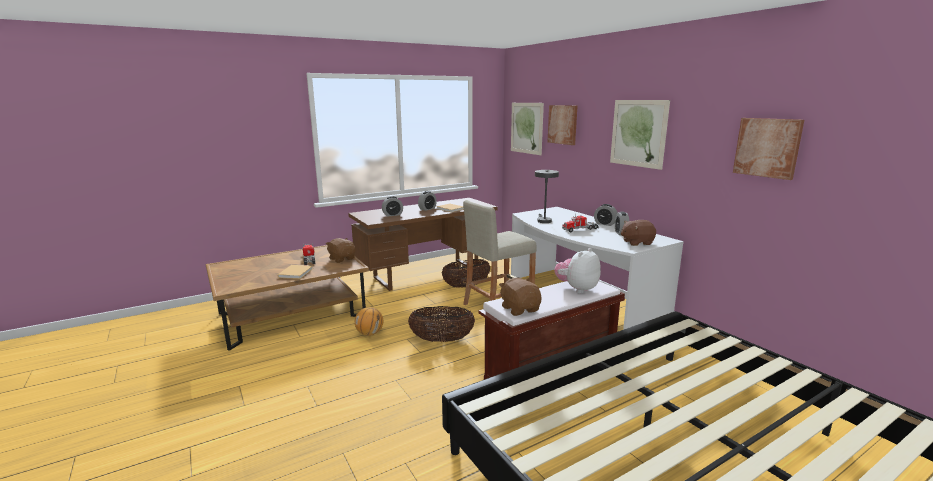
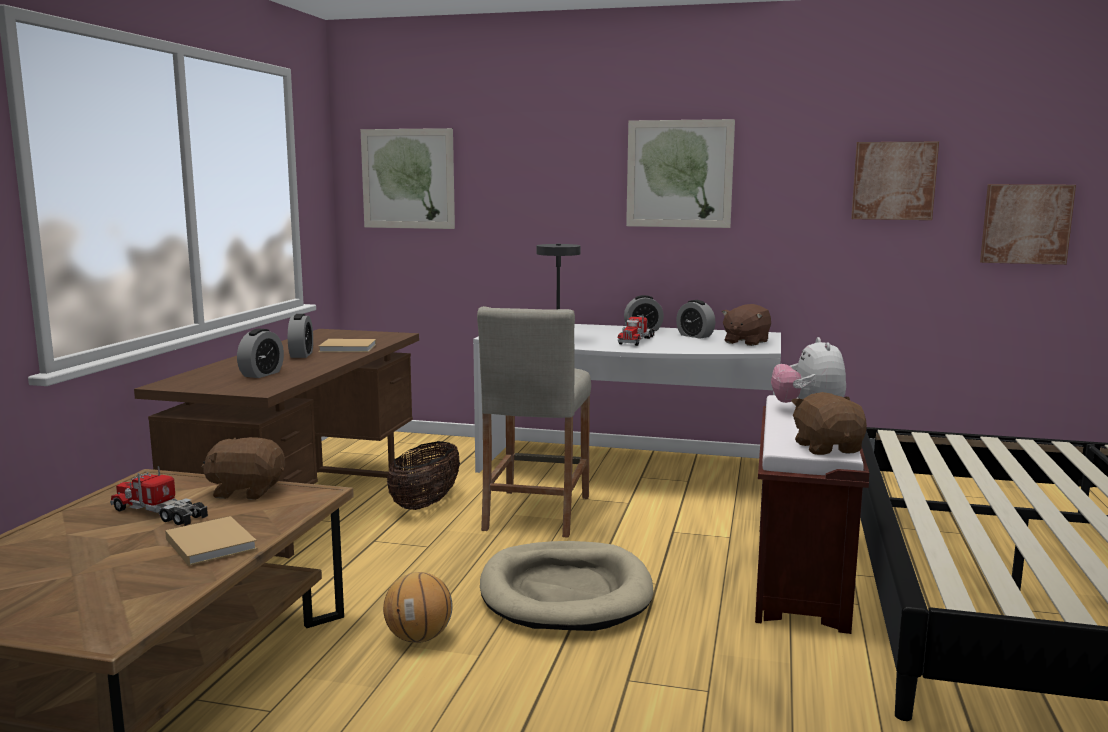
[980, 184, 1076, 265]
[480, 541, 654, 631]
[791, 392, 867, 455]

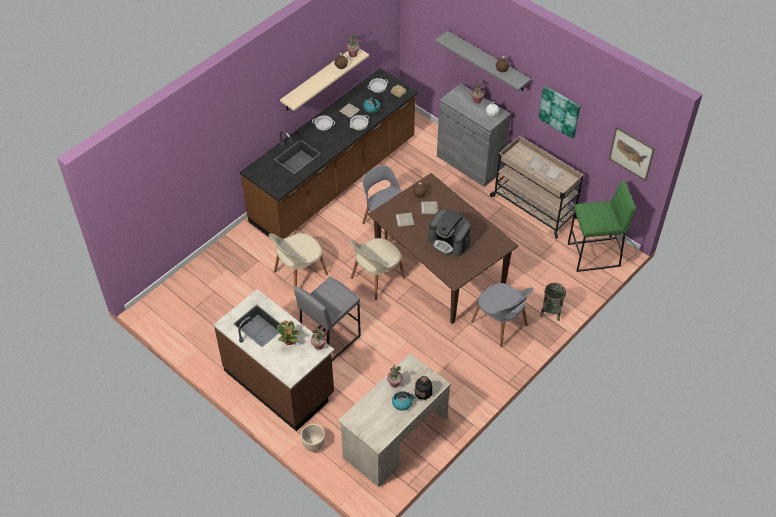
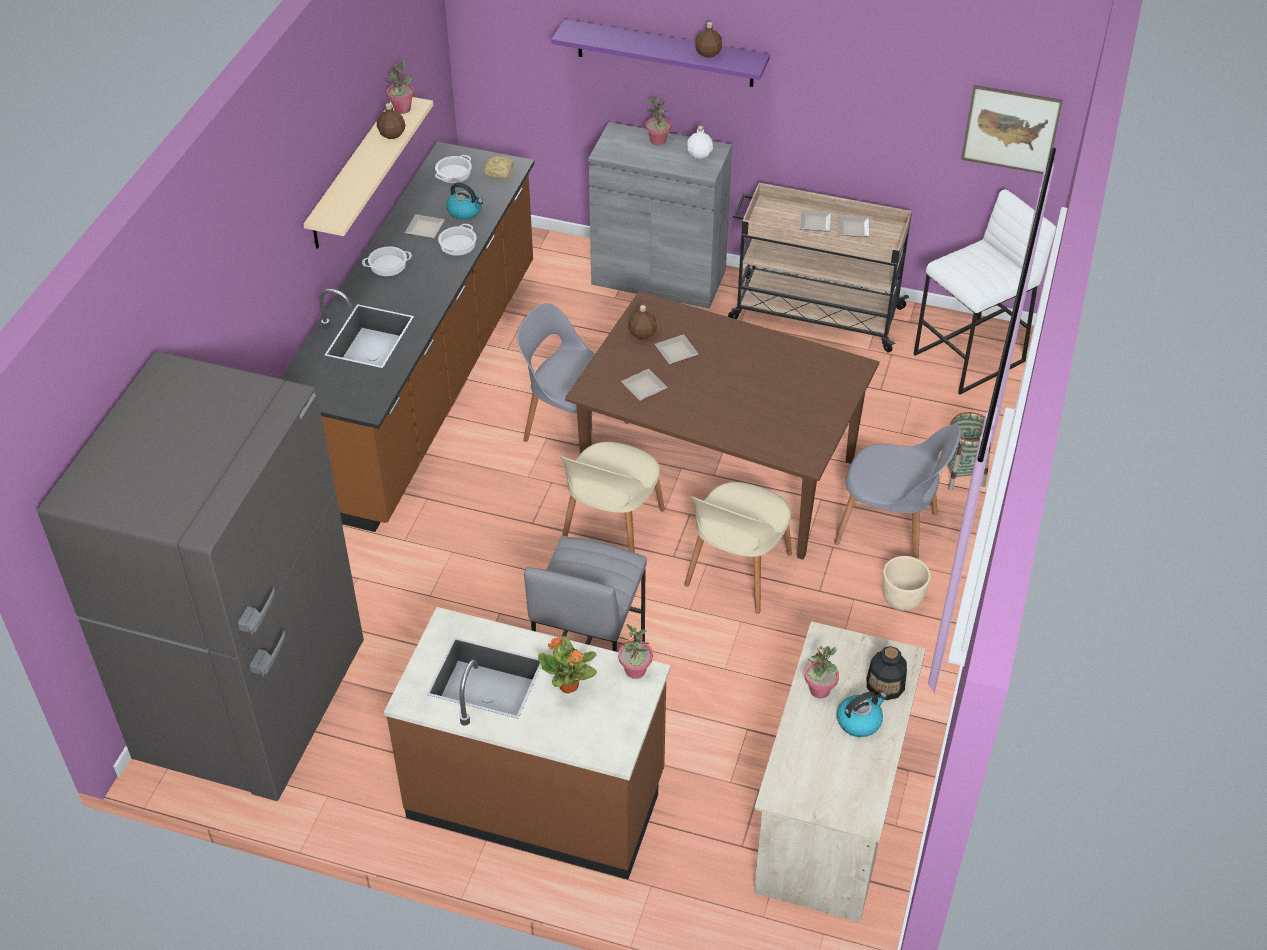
[428, 209, 471, 257] (first image)
[539, 86, 580, 139] (first image)
[38, 351, 364, 801]
[684, 482, 792, 614]
[883, 556, 930, 611]
[551, 19, 770, 87]
[914, 189, 1056, 394]

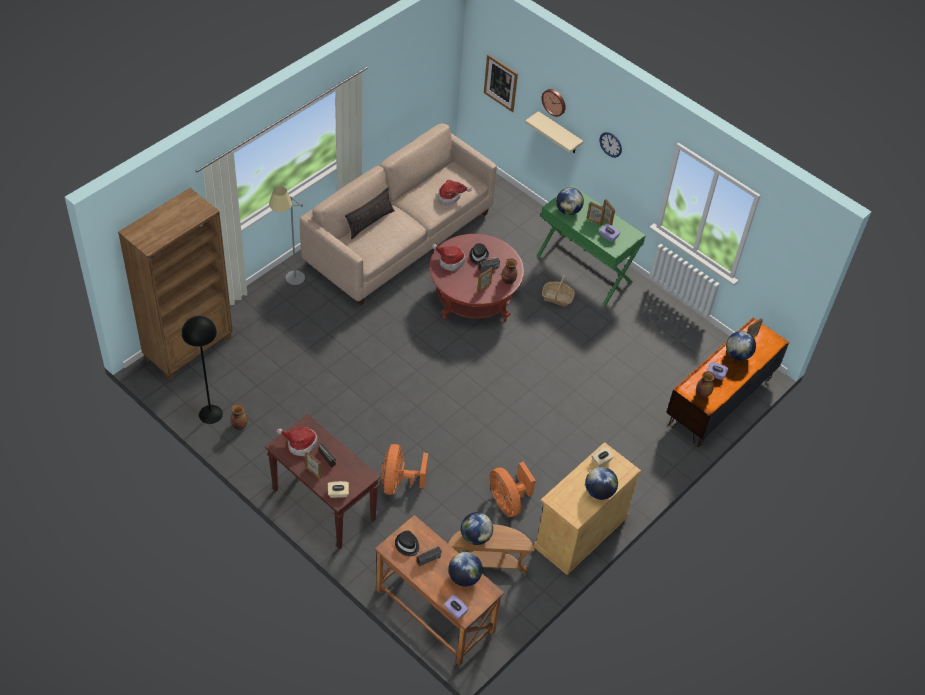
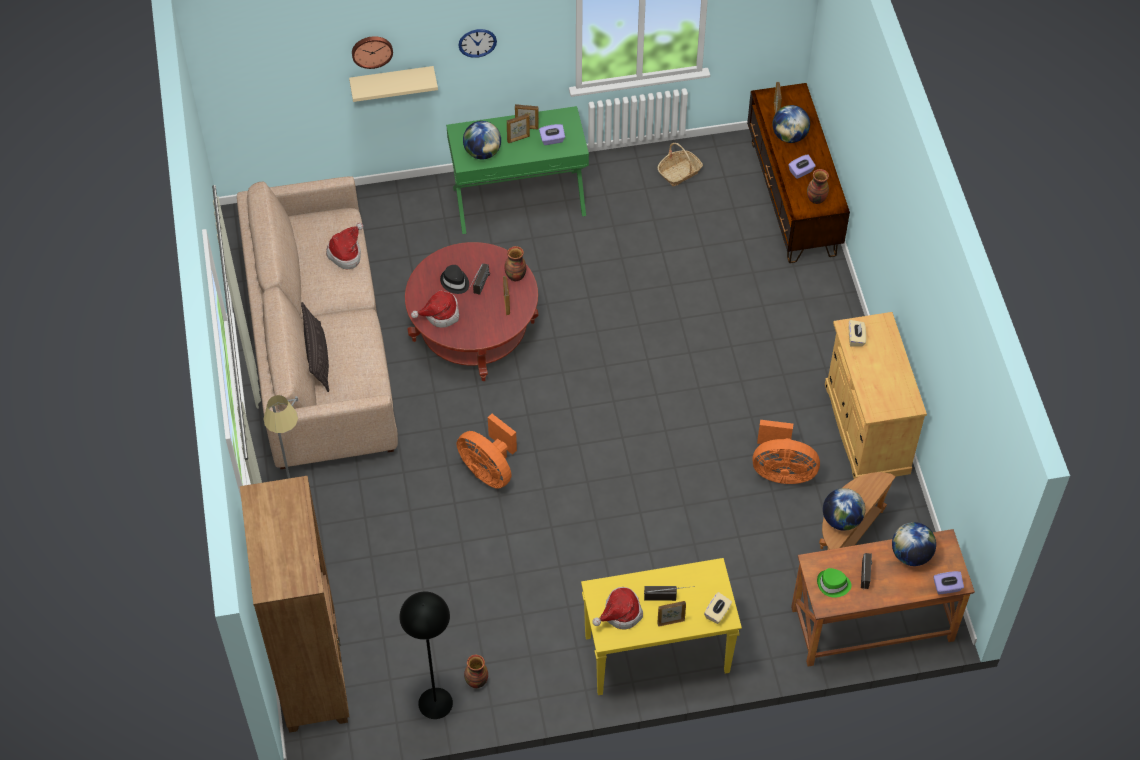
[484, 54, 518, 112] (first image)
[585, 467, 618, 500] (first image)
[457, 414, 517, 489]
[657, 143, 703, 186]
[581, 558, 742, 695]
[817, 568, 852, 598]

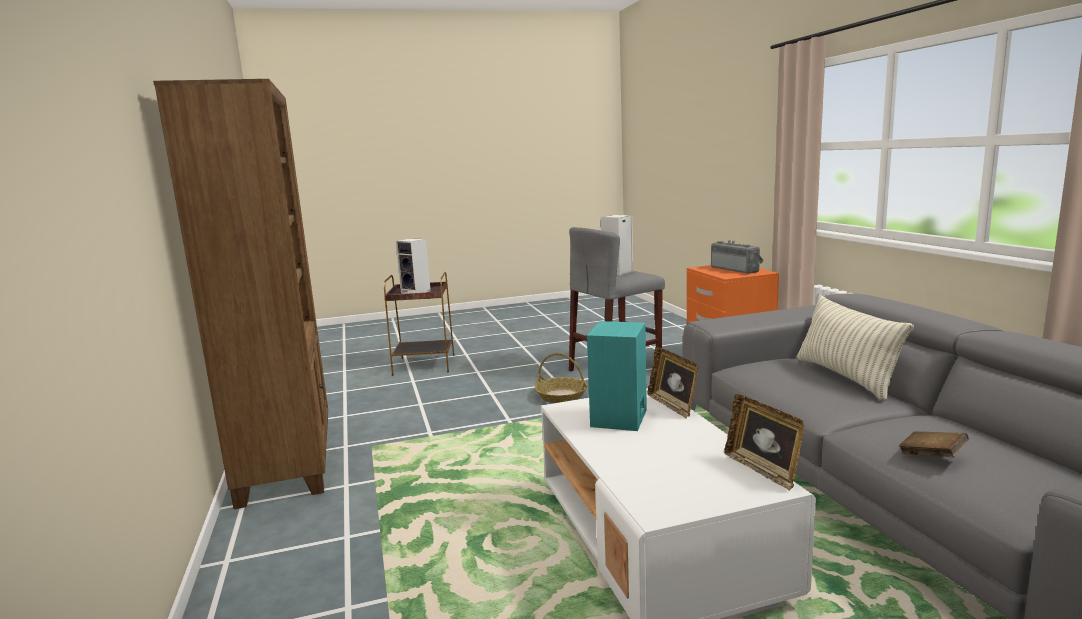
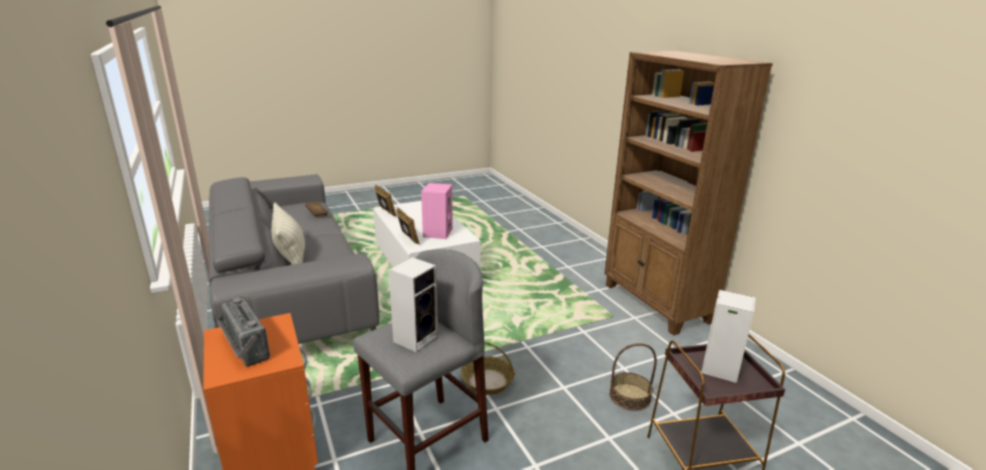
[609, 343, 657, 411]
[421, 183, 453, 239]

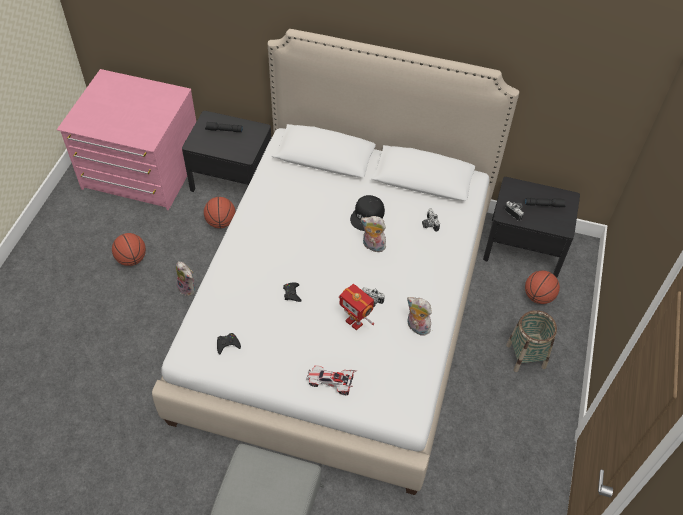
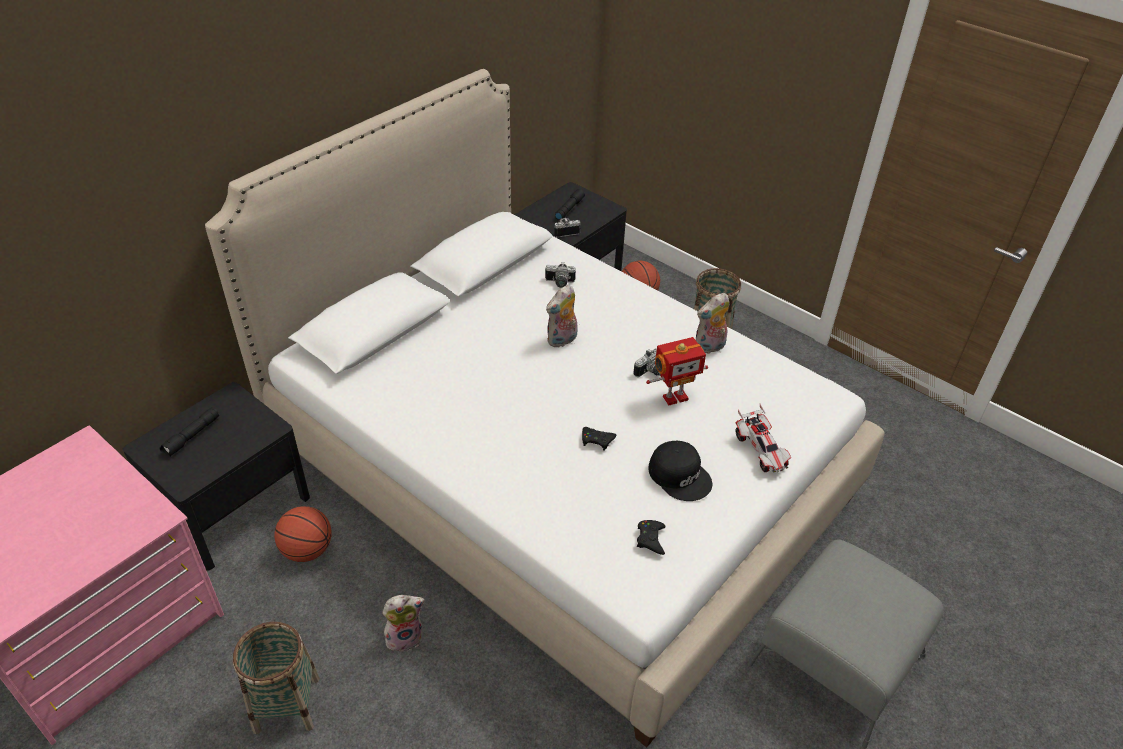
[649, 441, 712, 501]
[233, 622, 320, 734]
[735, 404, 791, 472]

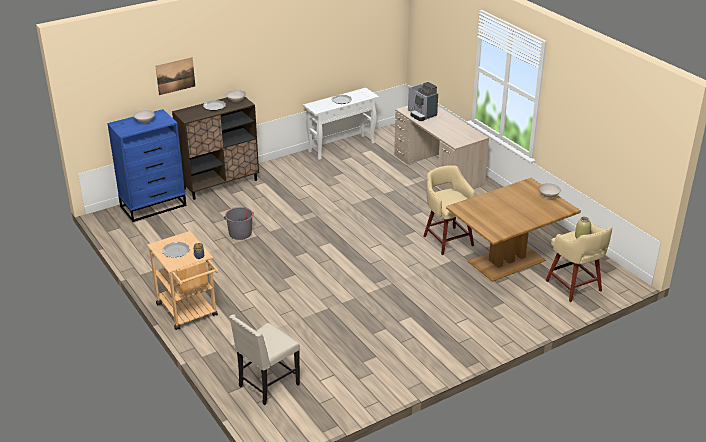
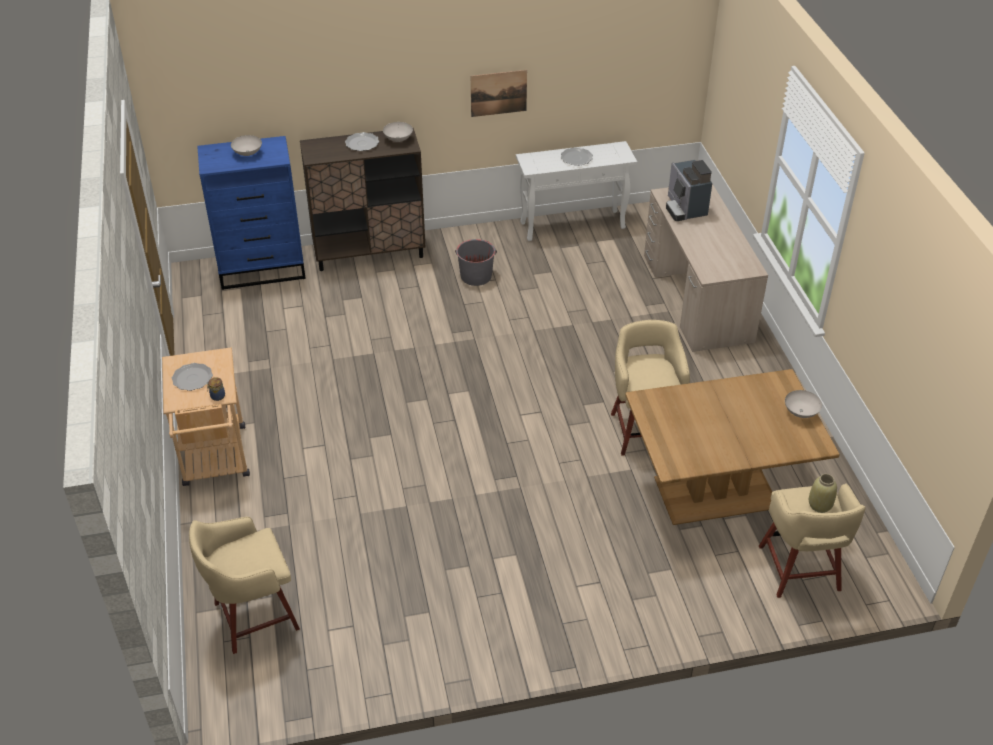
[471, 70, 527, 117]
[455, 239, 497, 286]
[189, 517, 300, 654]

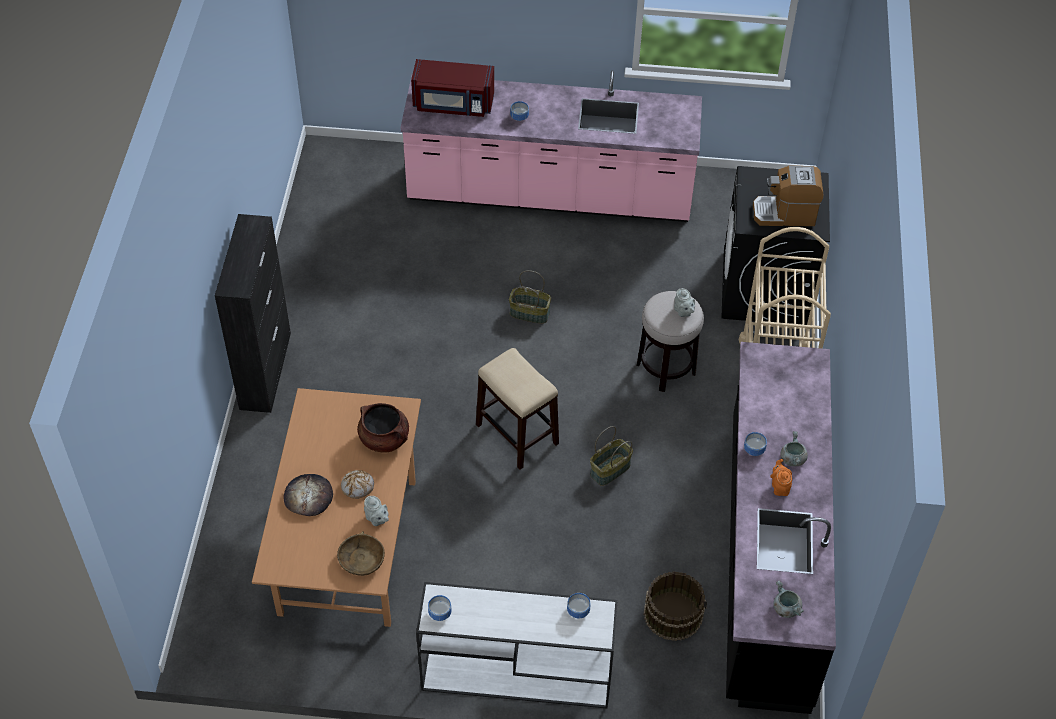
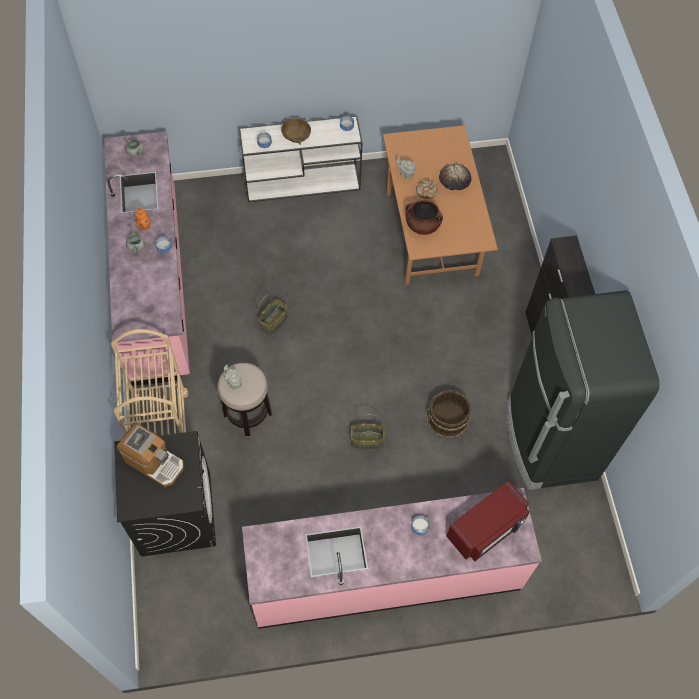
[476, 348, 559, 470] (first image)
[506, 290, 659, 490]
[281, 118, 311, 145]
[427, 390, 471, 438]
[104, 131, 190, 386]
[446, 480, 530, 561]
[117, 422, 184, 487]

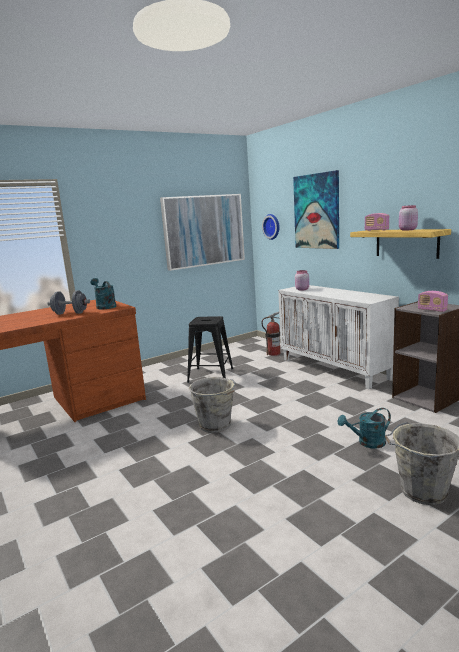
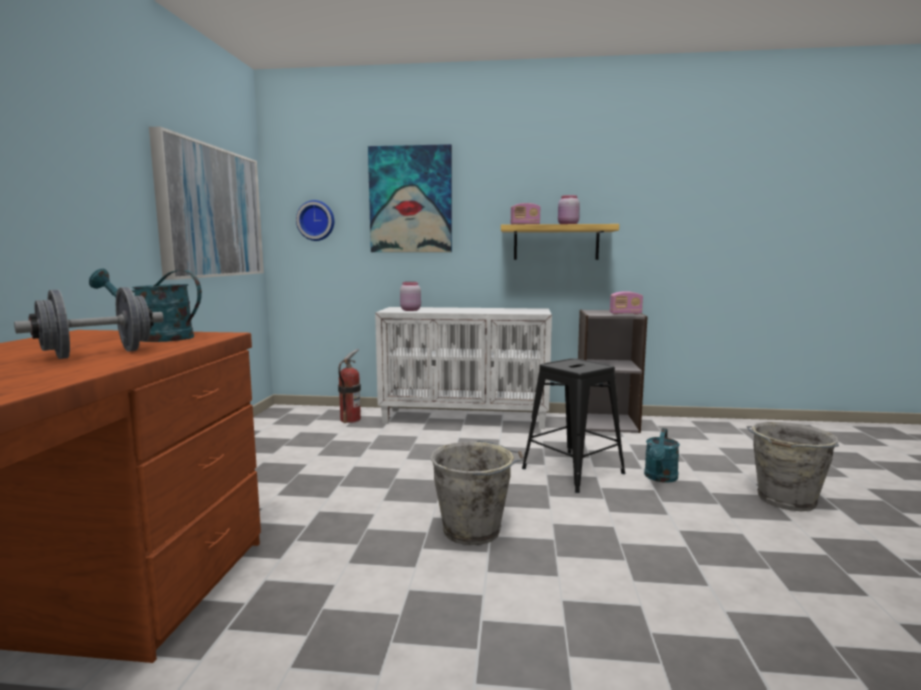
[522, 358, 625, 493]

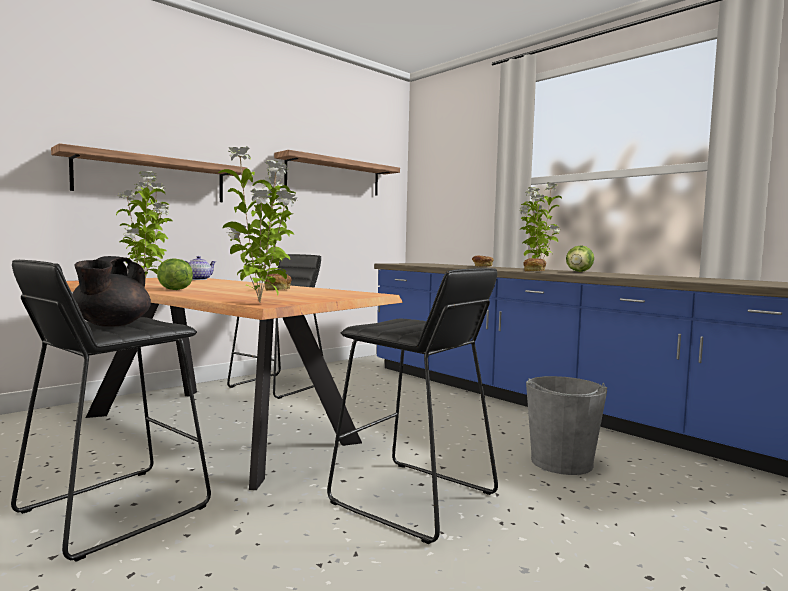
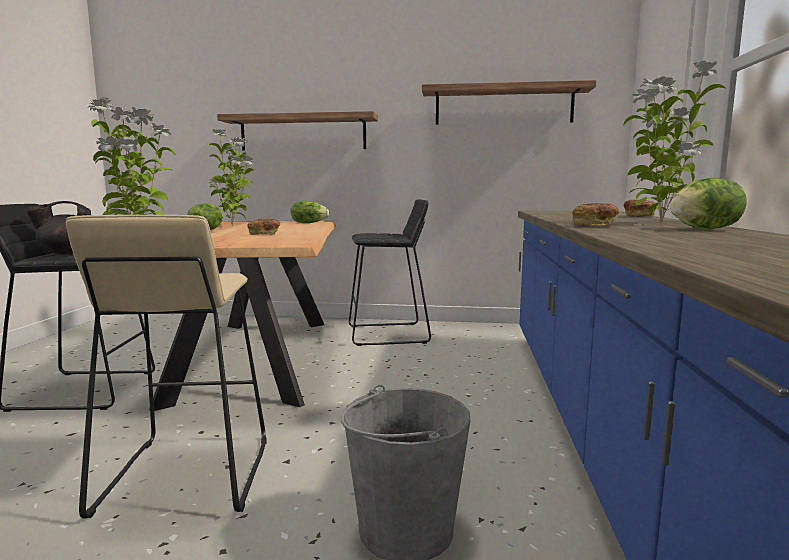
[291, 201, 329, 223]
[66, 215, 267, 519]

